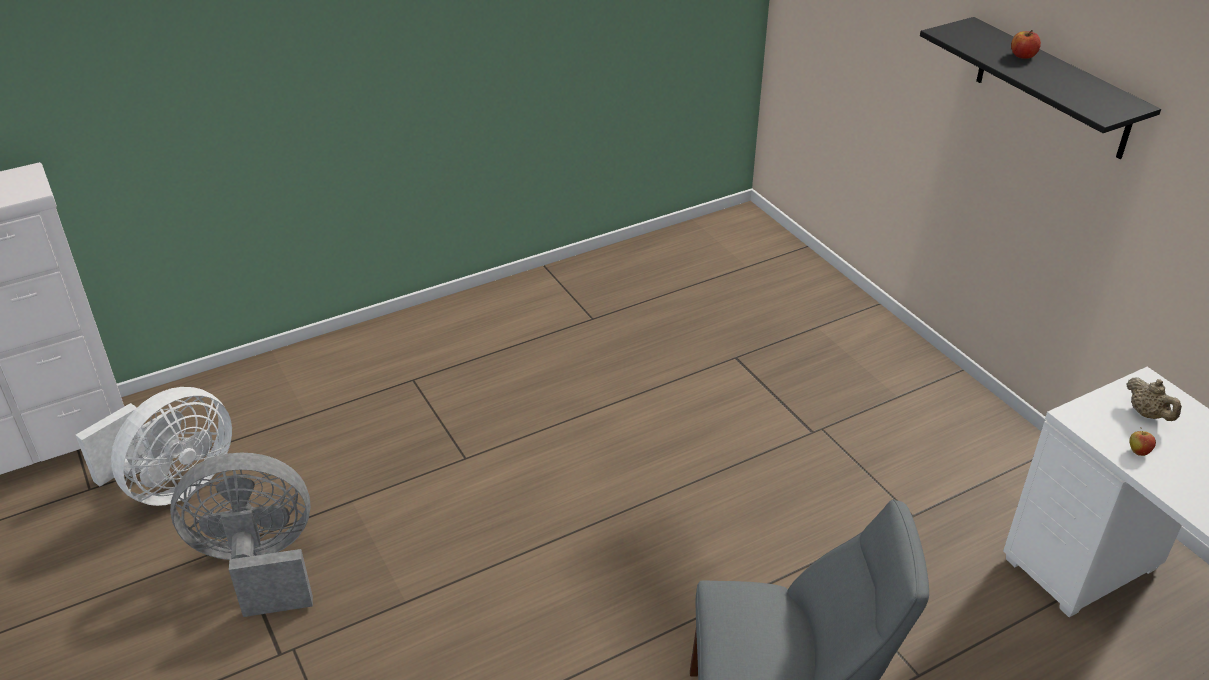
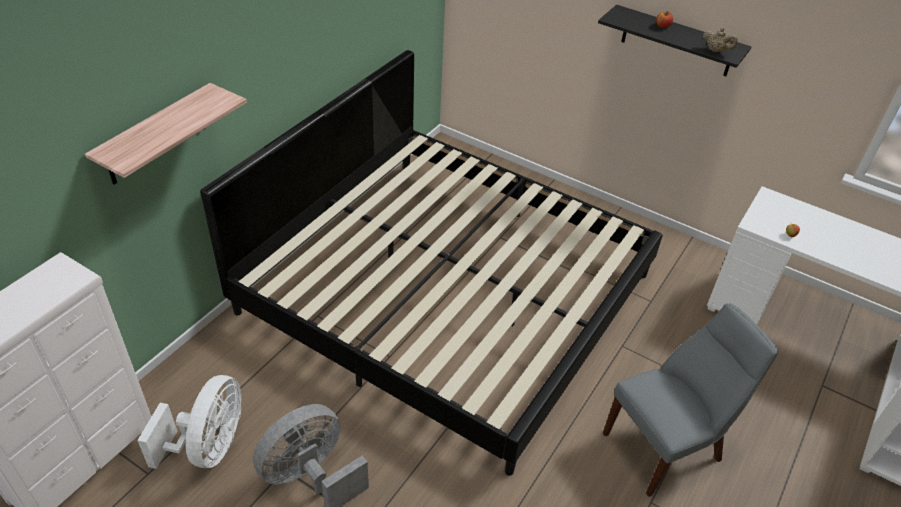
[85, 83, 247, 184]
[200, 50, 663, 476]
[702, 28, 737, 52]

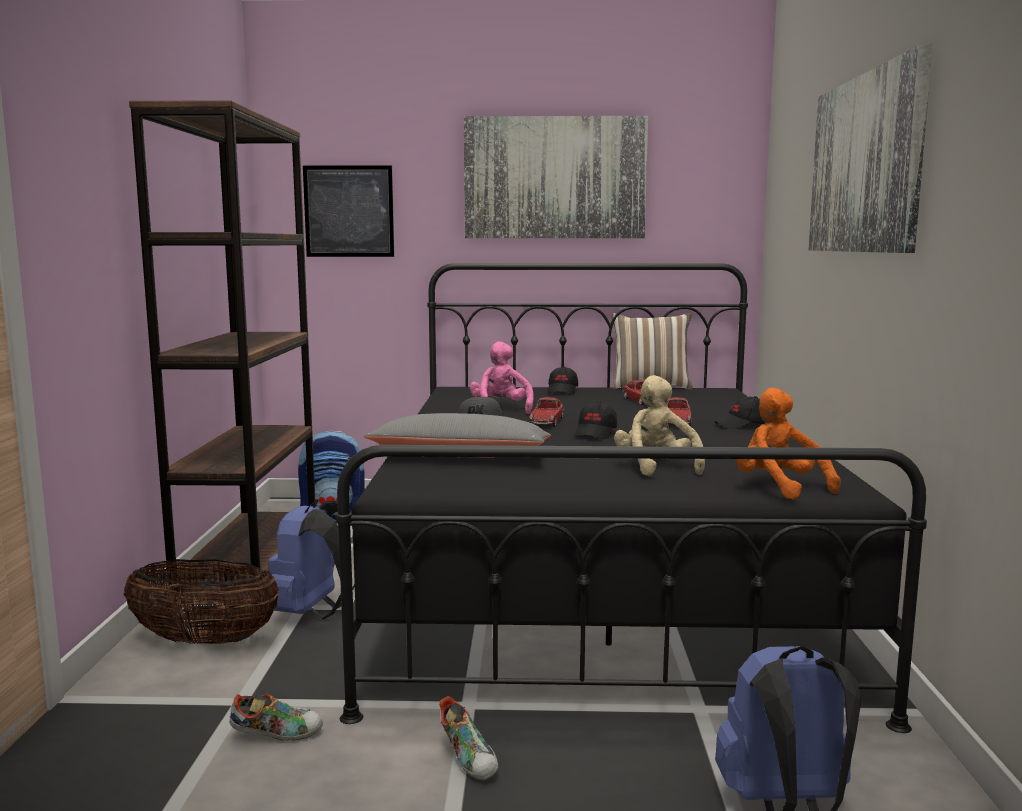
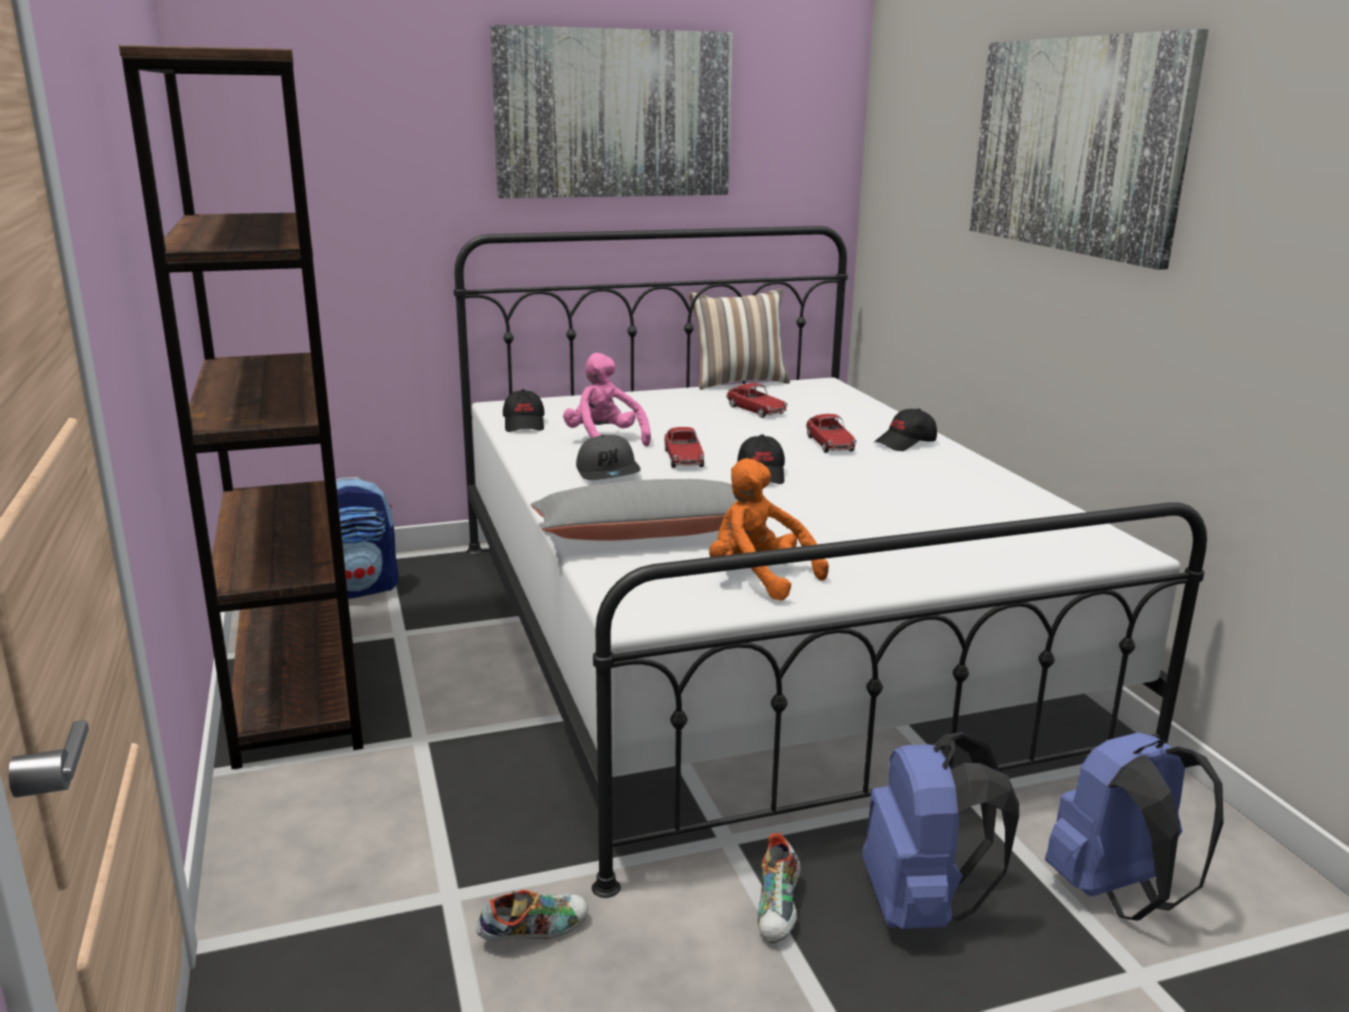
[123, 559, 279, 644] (first image)
[303, 165, 394, 257] (first image)
[614, 375, 705, 476] (first image)
[862, 732, 1019, 929]
[503, 389, 544, 432]
[709, 458, 829, 601]
[454, 226, 1207, 898]
[757, 833, 801, 943]

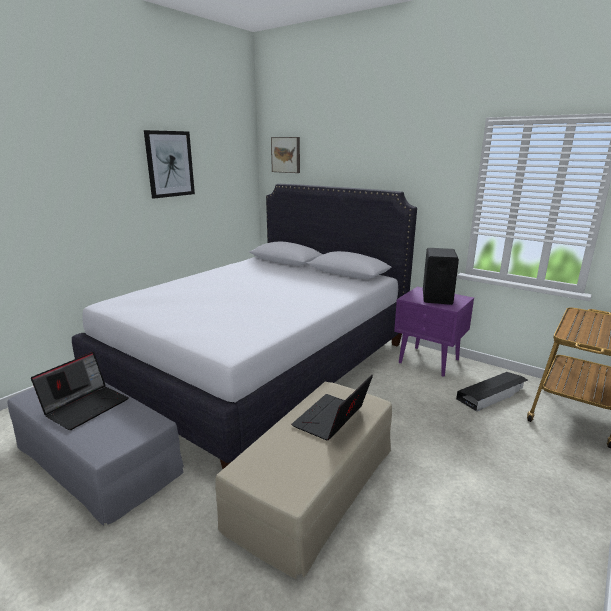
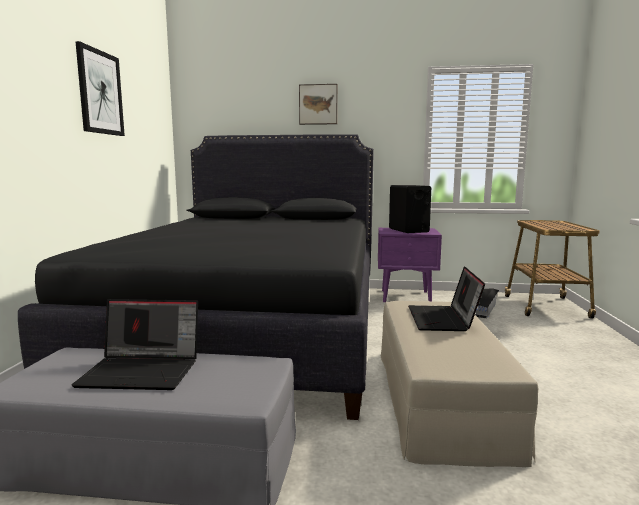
[299, 84, 338, 125]
[18, 134, 374, 420]
[71, 299, 198, 390]

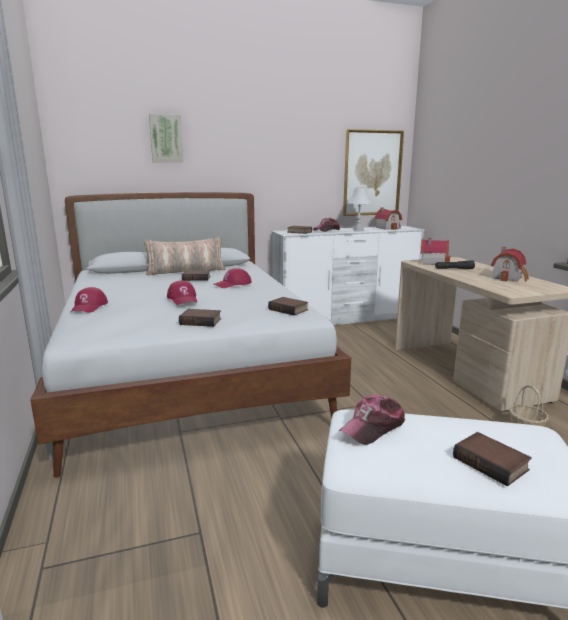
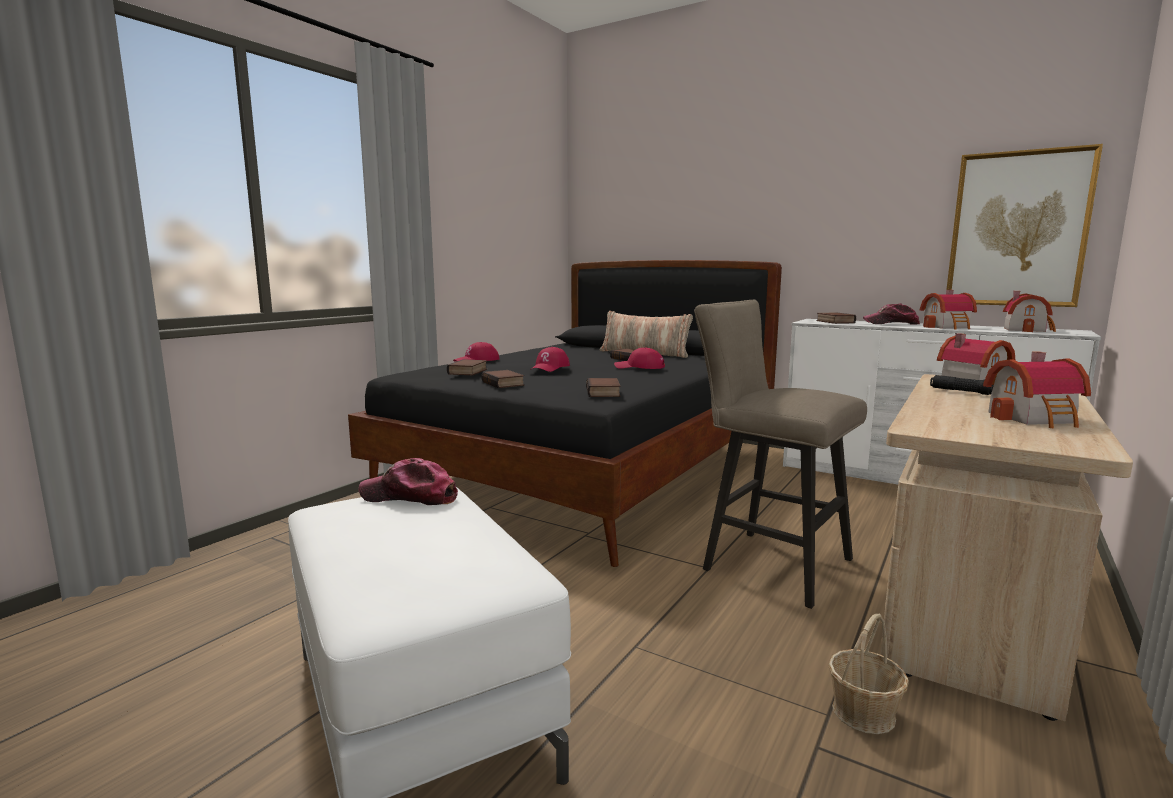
[149, 114, 184, 163] (first image)
[694, 300, 867, 609]
[447, 359, 487, 375]
[920, 290, 977, 329]
[348, 260, 782, 567]

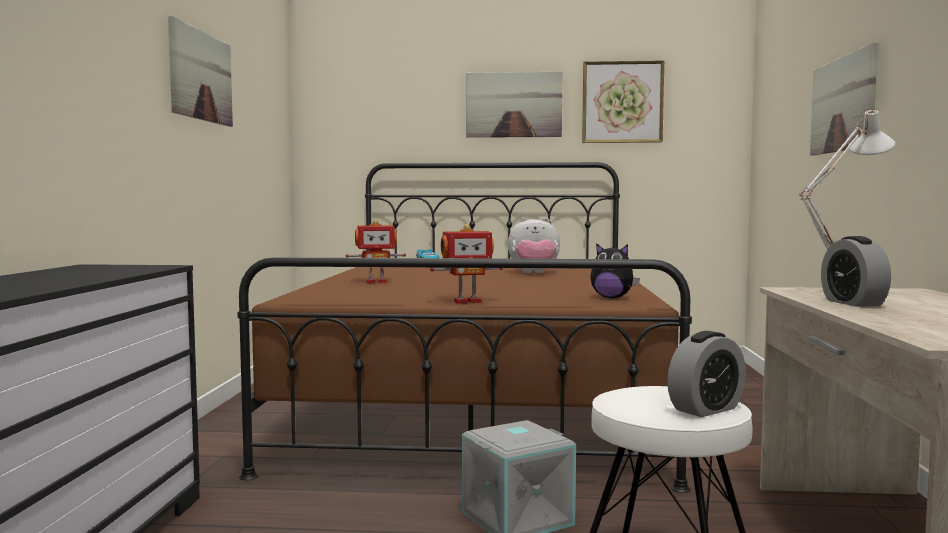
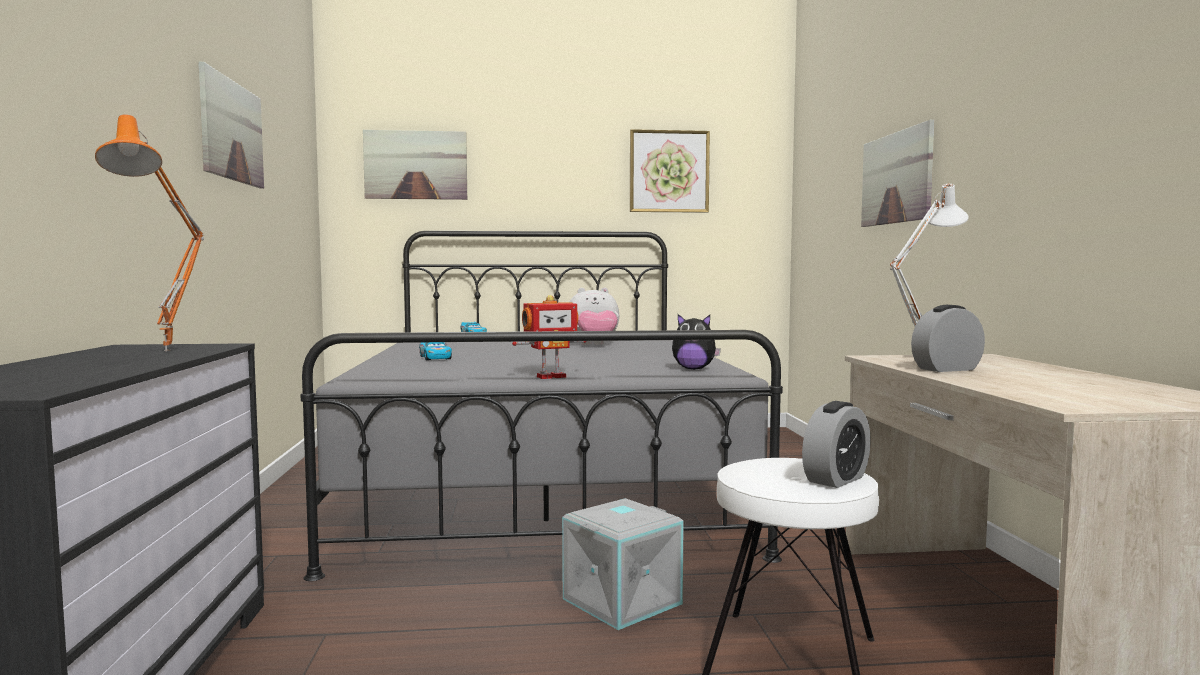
[95, 114, 204, 352]
[363, 130, 467, 200]
[419, 342, 452, 360]
[301, 231, 783, 581]
[911, 305, 985, 372]

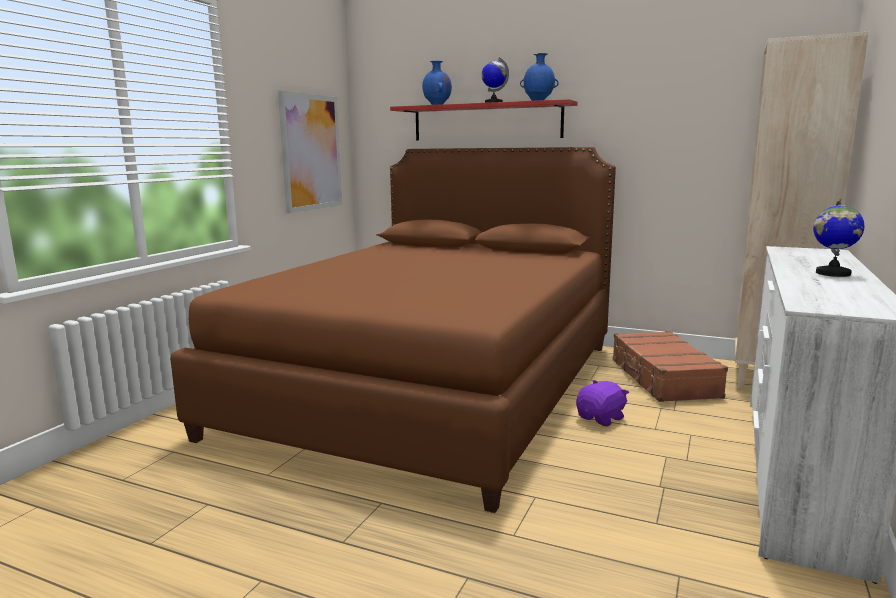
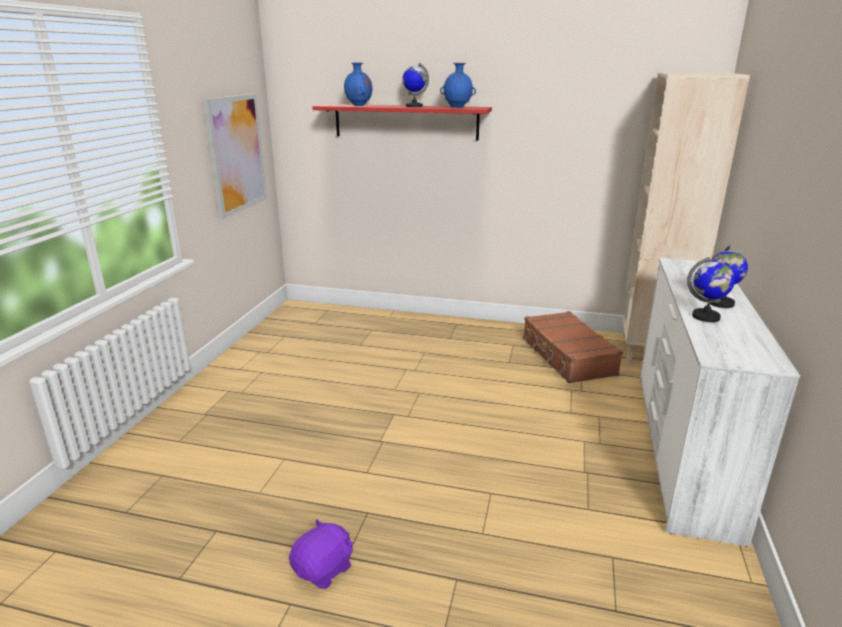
[170, 147, 616, 513] (first image)
[687, 257, 735, 322]
[289, 519, 353, 589]

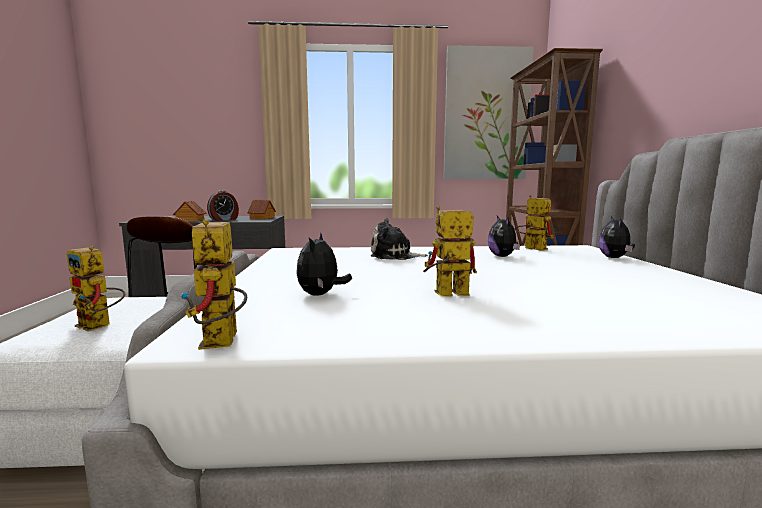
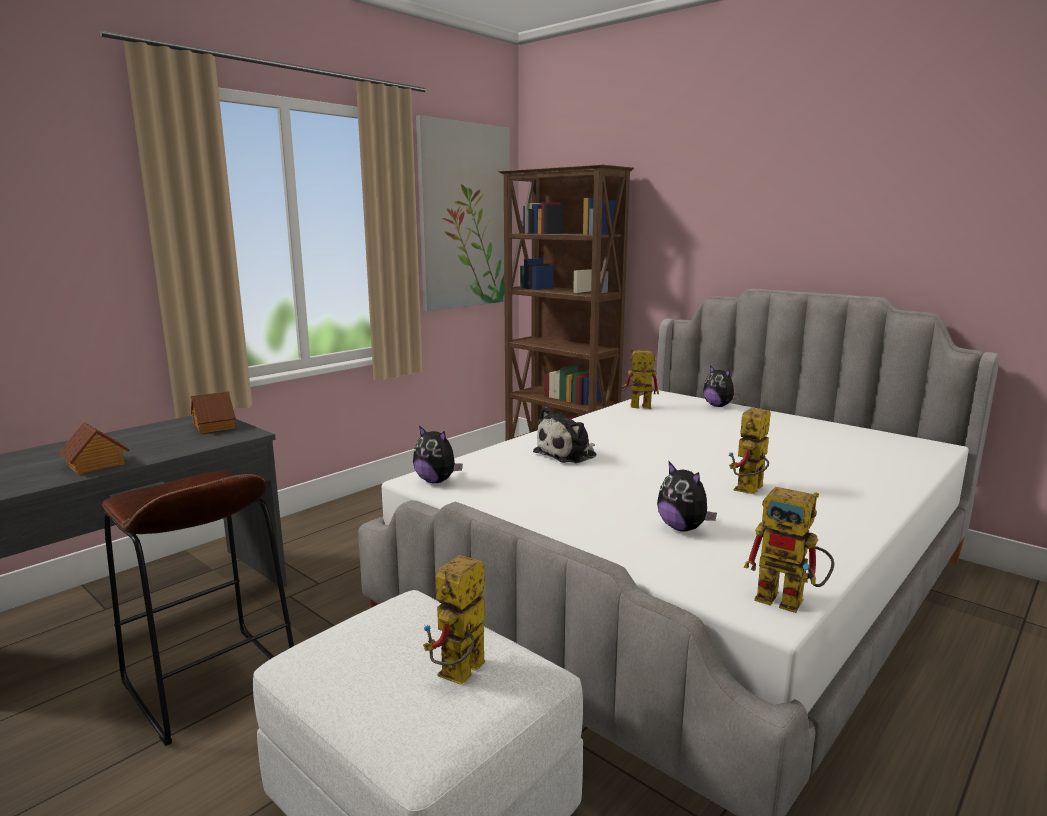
[207, 191, 239, 221] (first image)
[413, 425, 463, 483]
[423, 555, 485, 685]

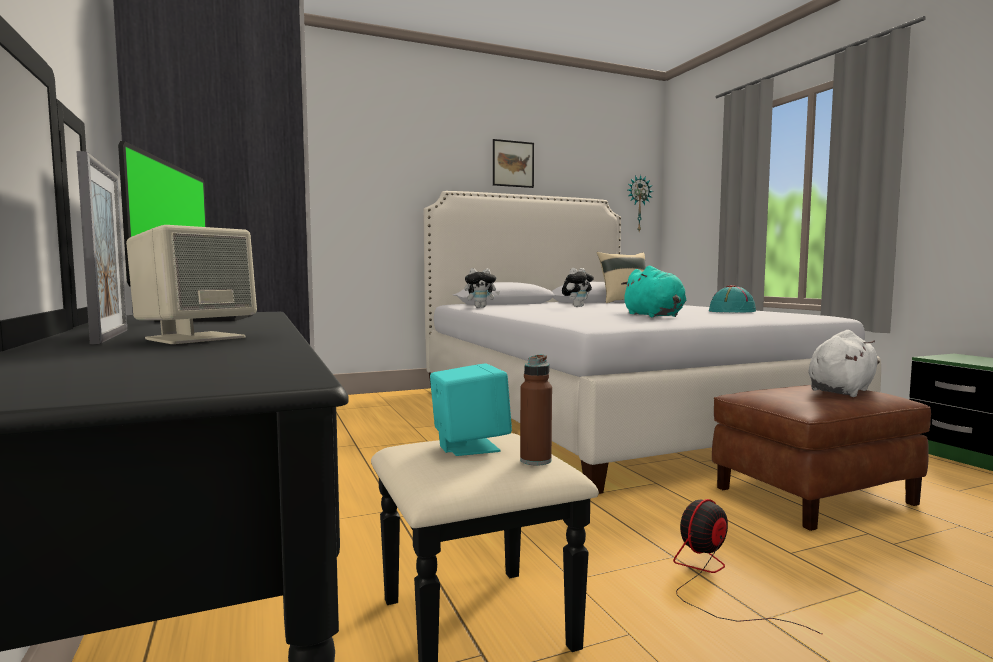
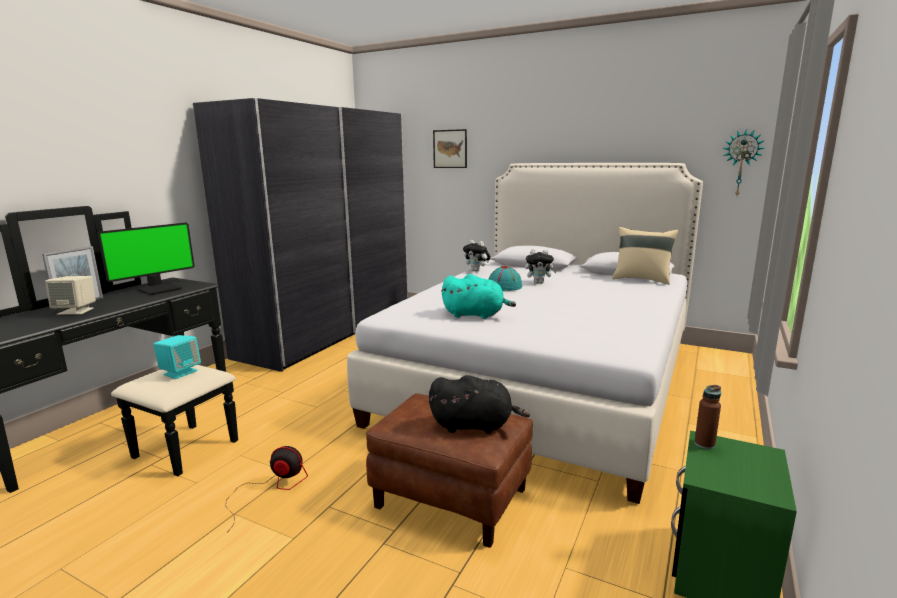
[433, 129, 467, 168]
[694, 385, 721, 450]
[488, 266, 522, 291]
[429, 375, 530, 434]
[441, 274, 516, 319]

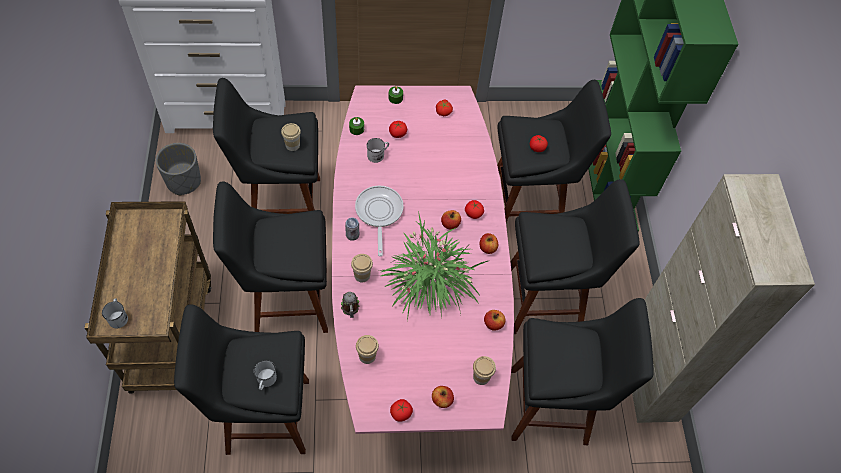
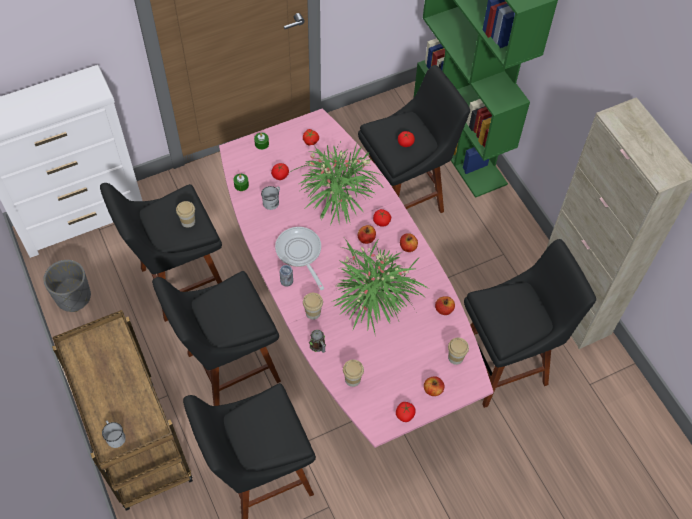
[254, 360, 277, 390] (first image)
[510, 179, 640, 334] (first image)
[287, 142, 384, 226]

